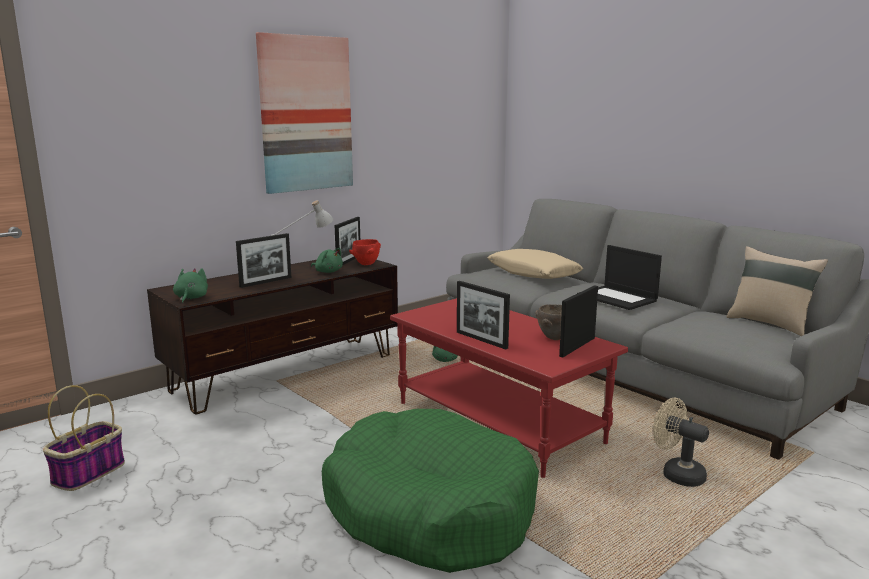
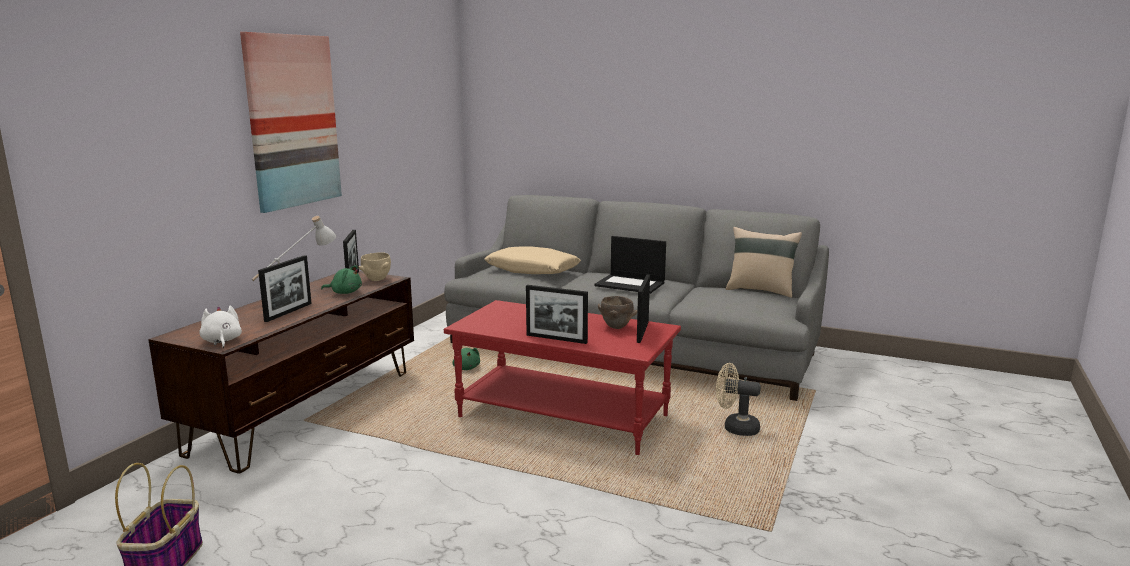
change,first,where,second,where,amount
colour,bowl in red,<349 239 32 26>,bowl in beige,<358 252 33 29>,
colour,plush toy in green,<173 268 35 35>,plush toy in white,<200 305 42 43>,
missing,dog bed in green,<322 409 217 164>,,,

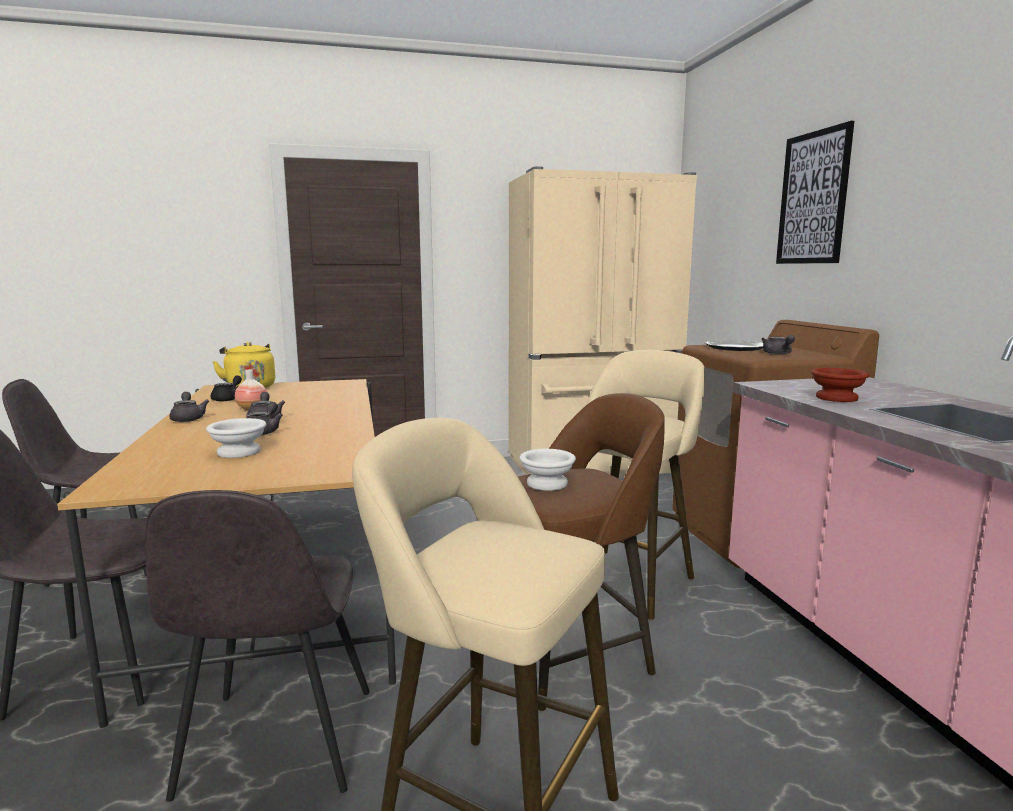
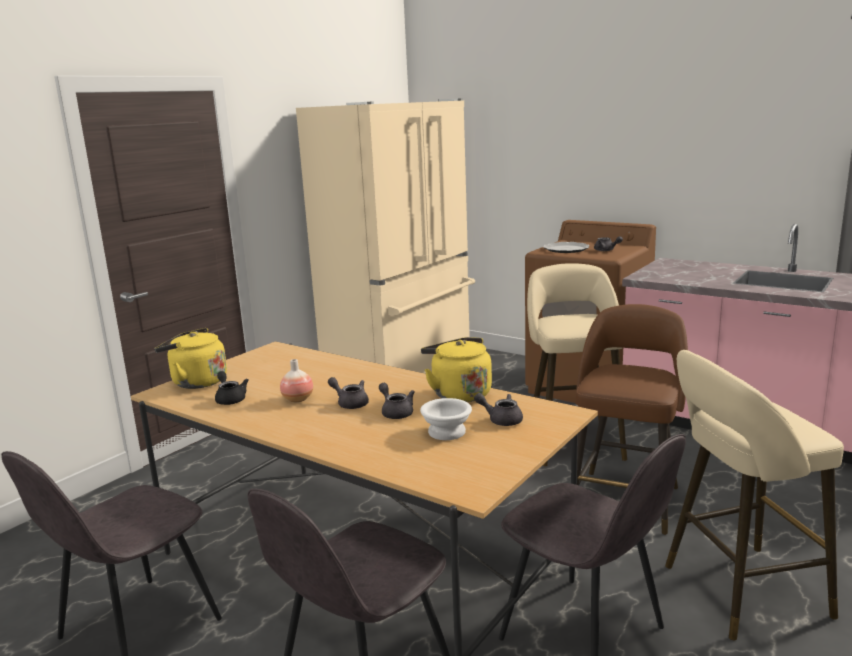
change,first,where,second,where,amount
missing,picture,<776 121 78 143>,,,
missing,bowl in brown,<811 368 58 34>,,,
relocated,teapot in grey,<169 392 40 30>,,<474 393 49 33>,
missing,bowl in white,<520 449 56 42>,,,
appeared,,,kettle in yellow,<421 337 71 65>,

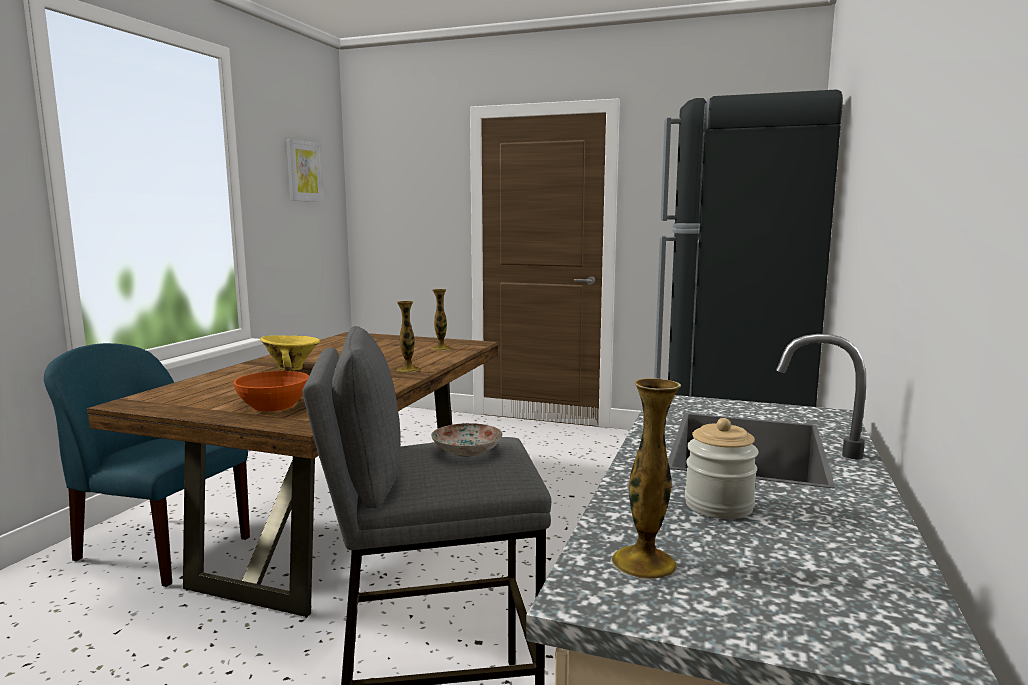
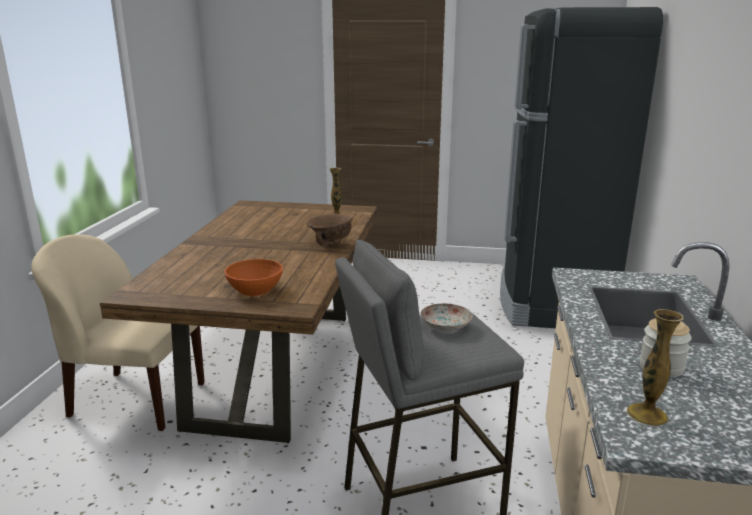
change,first,where,second,where,amount
missing,picture,<286 139 38 63>,,,
exchanged,vase,<396 301 24 71>,bowl in brown,<306 214 47 32>,
missing,bowl in yellow,<260 335 60 36>,,,
colour,chair in blue,<44 343 206 244>,chair in beige,<31 234 174 197>,

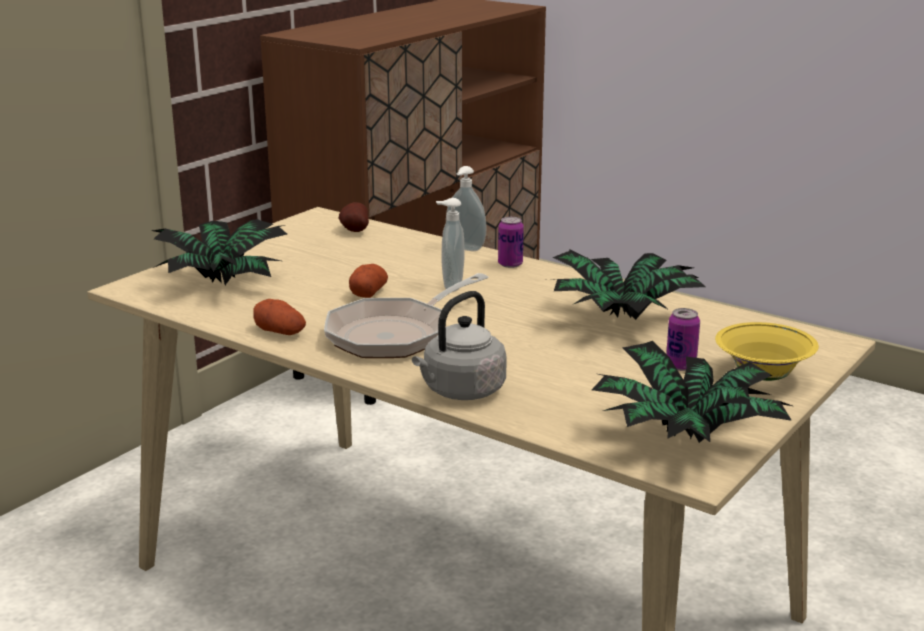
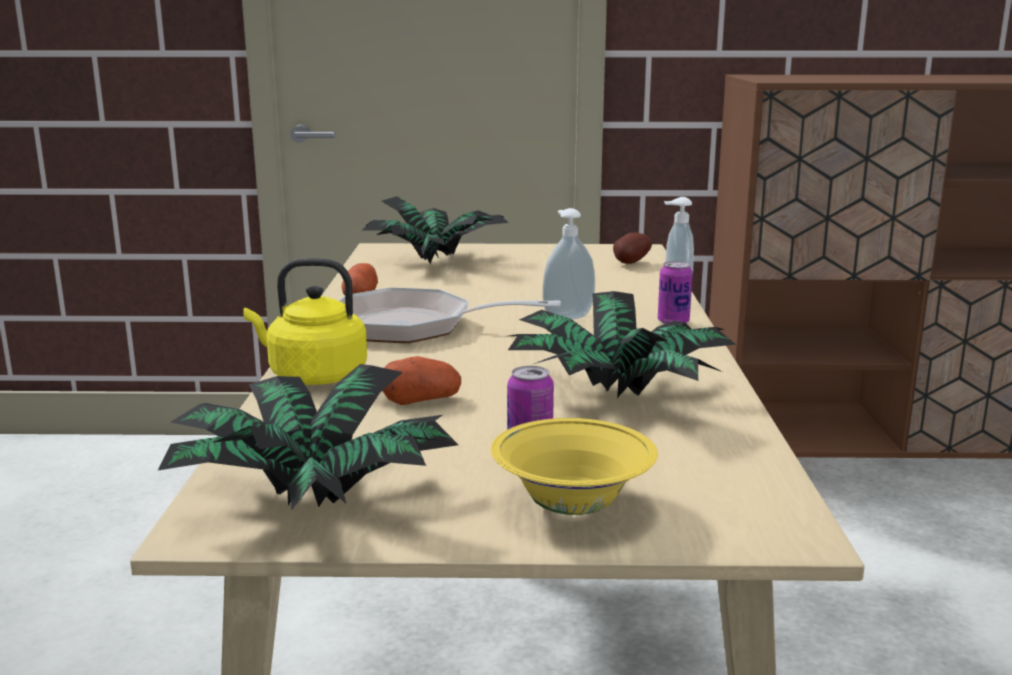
change,first,where,second,where,amount
relocated,potato,<349 264 39 34>,,<382 356 79 49>,
colour,kettle in grey,<412 291 95 109>,kettle in yellow,<243 258 124 127>,

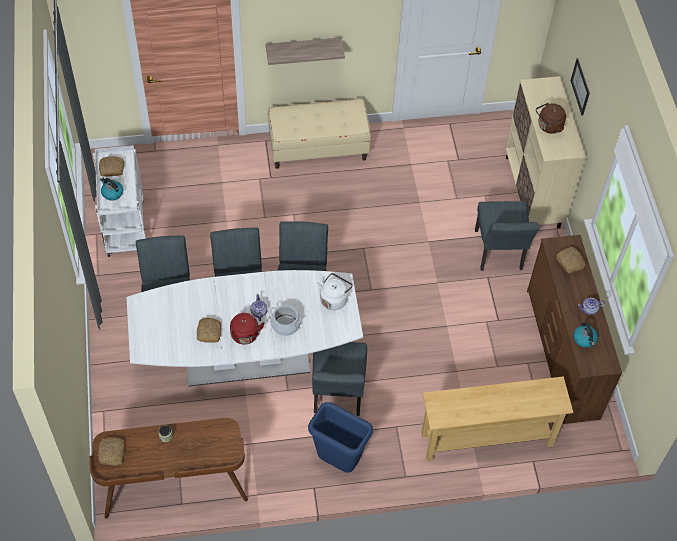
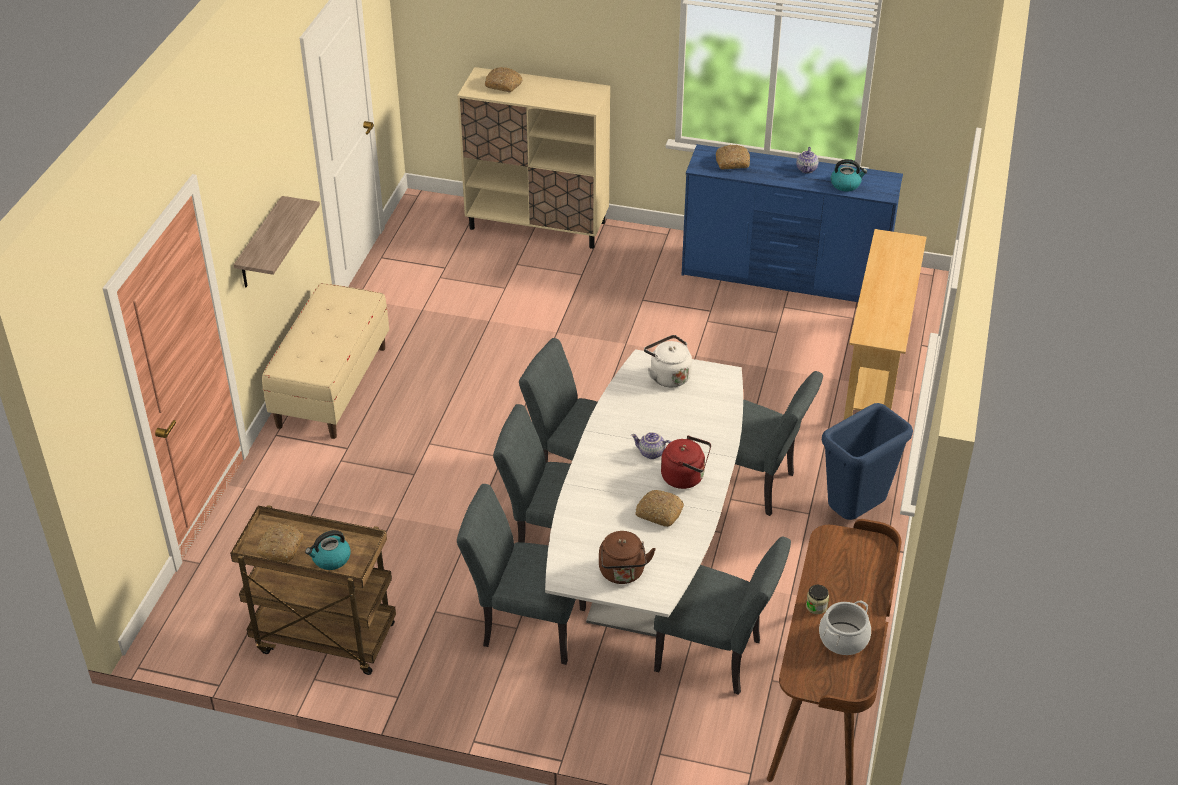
change,first,where,second,where,amount
missing,picture,<571 58 19 57>,,,
relocated,kettle in brown,<536 102 30 32>,,<599 531 57 53>,
colour,cart in white,<93 145 53 112>,cart in brown,<230 505 166 170>,
relocated,chair in grey,<475 201 64 70>,,<654 537 137 158>,
colour,dresser in brown,<527 235 95 189>,dresser in blue,<682 144 221 158>,
relocated,cooking pot,<270 305 31 31>,,<819 600 52 55>,
relocated,bread,<98 437 26 29>,,<485 67 37 25>,

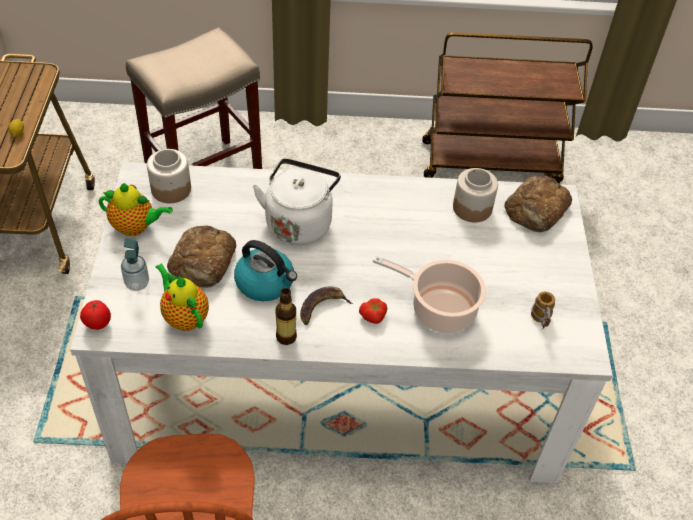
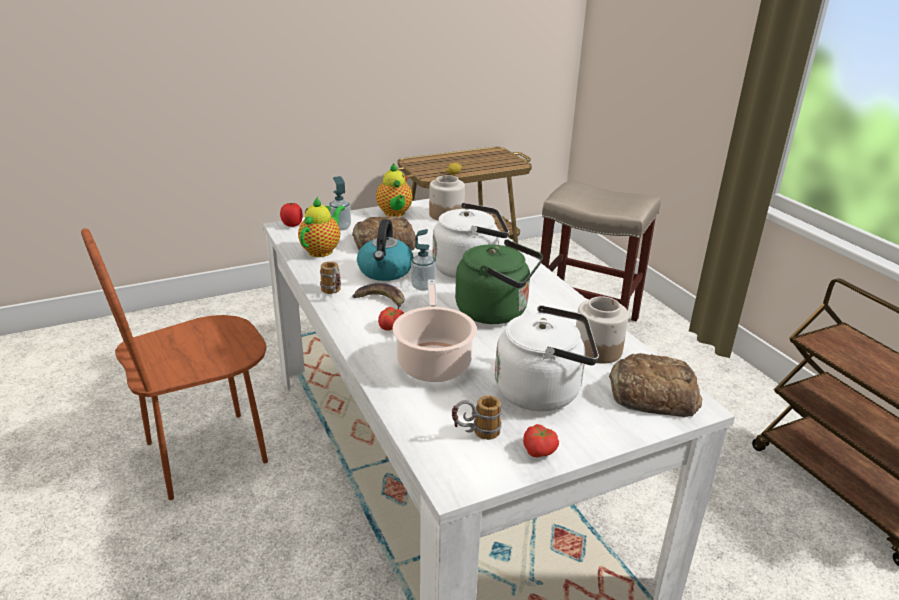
change,first,where,second,where,amount
exchanged,bottle,<275 288 22 57>,mug,<320 261 21 33>,
appeared,,,soap dispenser,<411 229 24 62>,
appeared,,,kettle in green,<455 240 88 84>,
appeared,,,kettle in white,<495 305 104 106>,
appeared,,,tomato,<523 424 36 34>,

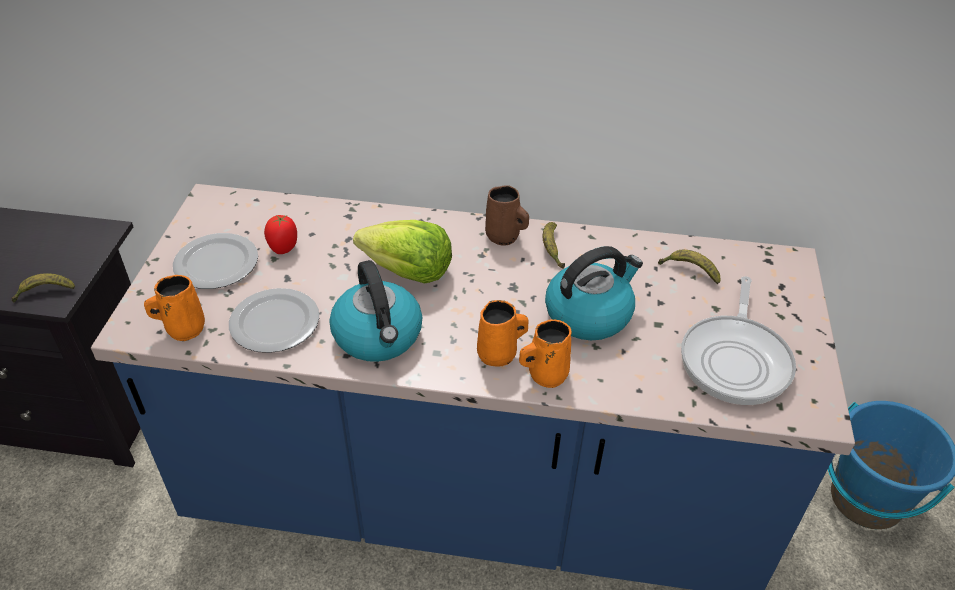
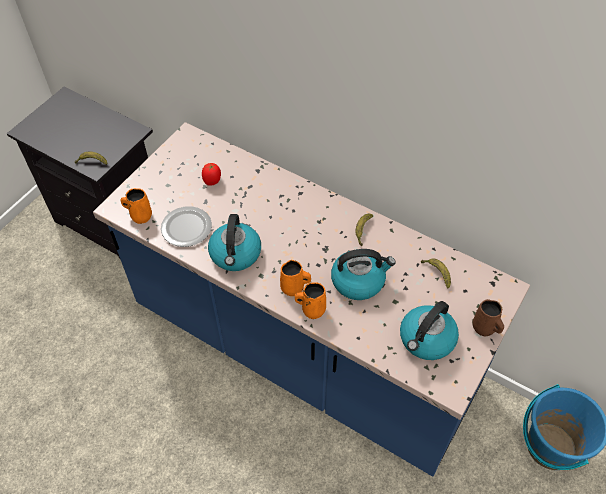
change,first,where,second,where,amount
relocated,mug in brown,<485 185 44 61>,,<472 299 32 37>,
missing,lettuce,<353 220 99 63>,,,
missing,plate,<173 233 85 56>,,,
exchanged,frying pan,<681 276 115 129>,kettle,<400 301 59 59>,

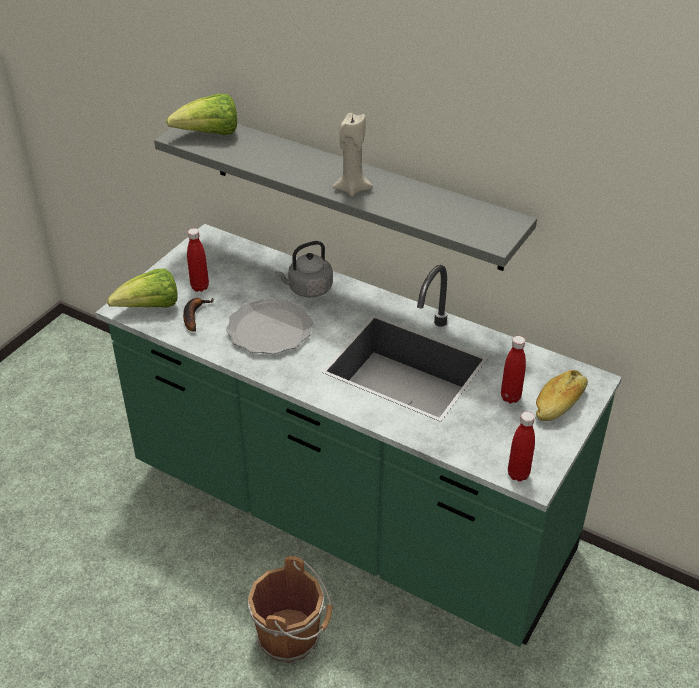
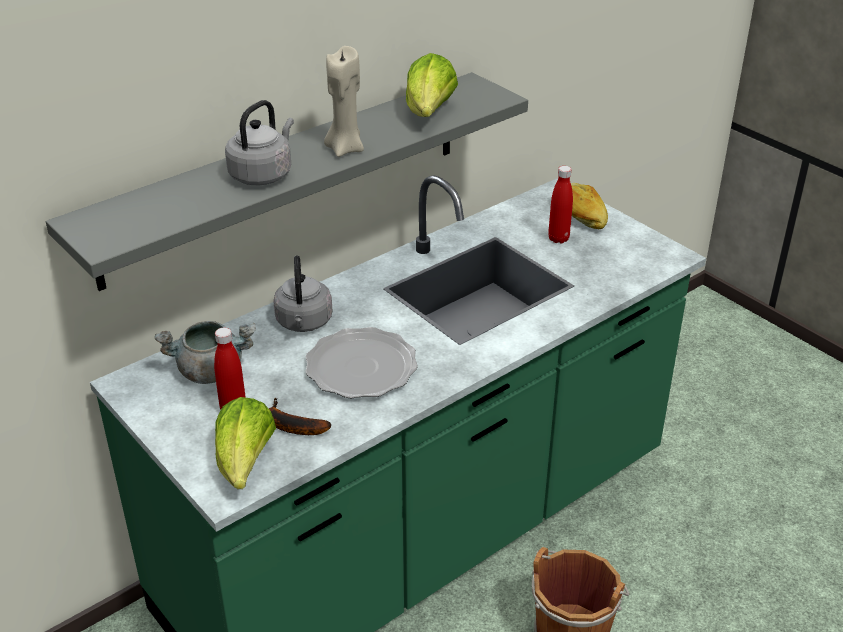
change,first,where,second,where,amount
relocated,lettuce,<166 94 71 41>,,<406 53 52 64>,
missing,bottle in red,<508 412 27 70>,,,
appeared,,,kettle in grey,<225 100 69 85>,
appeared,,,cooking pot in grey,<155 321 101 63>,

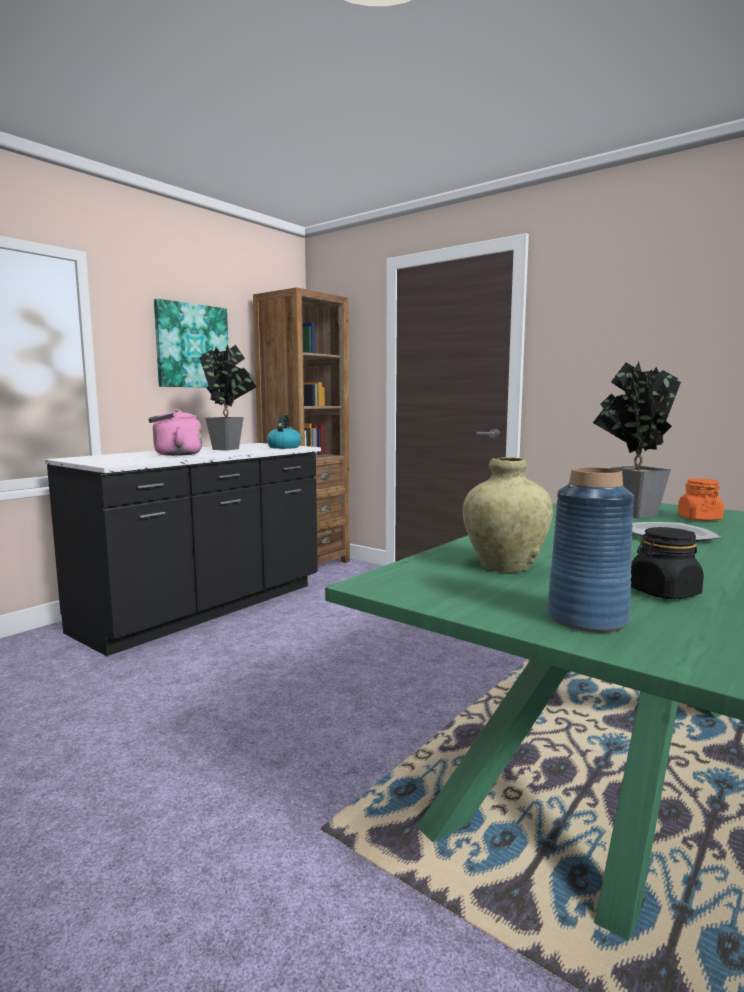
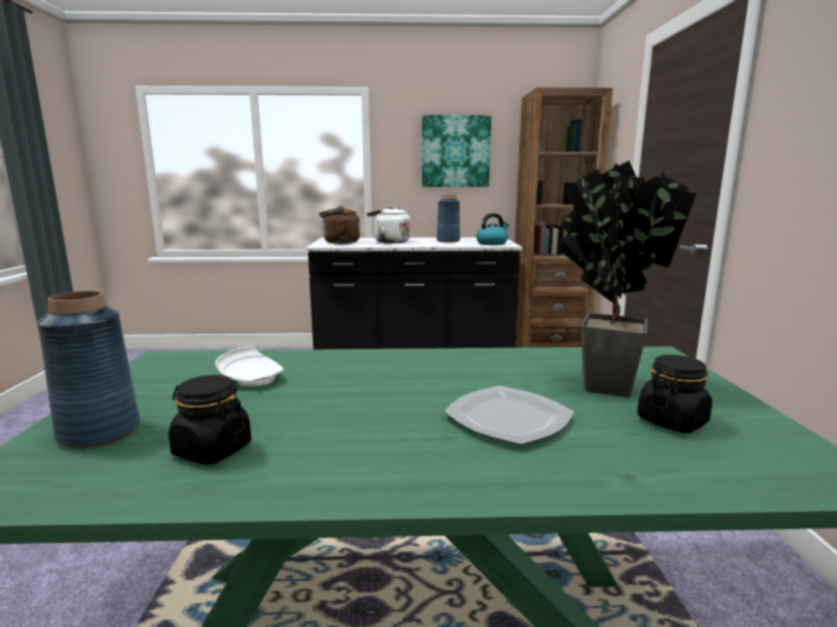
change,first,where,second,where,amount
exchanged,potted plant,<199 344 58 106>,vase in blue,<437 194 23 48>,
colour,kettle in pink,<149 409 53 47>,kettle in white,<367 206 44 37>,
exchanged,vase in beige,<463 457 90 116>,plate in white,<215 346 69 41>,
colour,jar in orange,<678 478 46 43>,jar in black,<637 355 75 78>,
appeared,,,kettle in brown,<319 206 41 38>,

